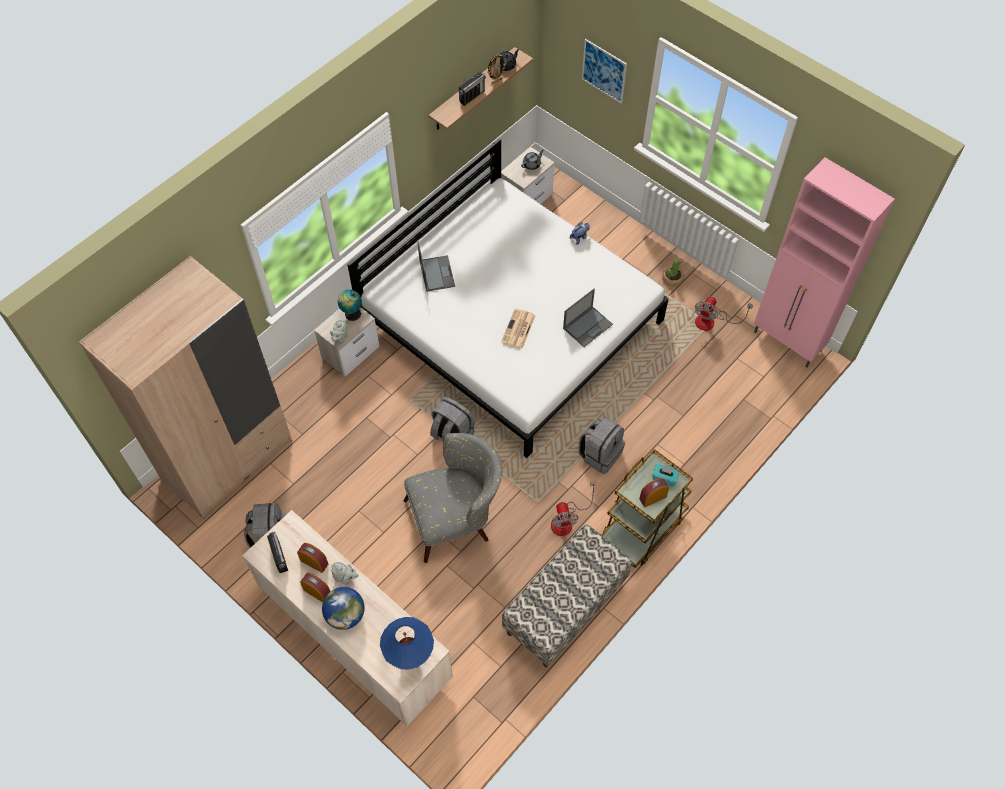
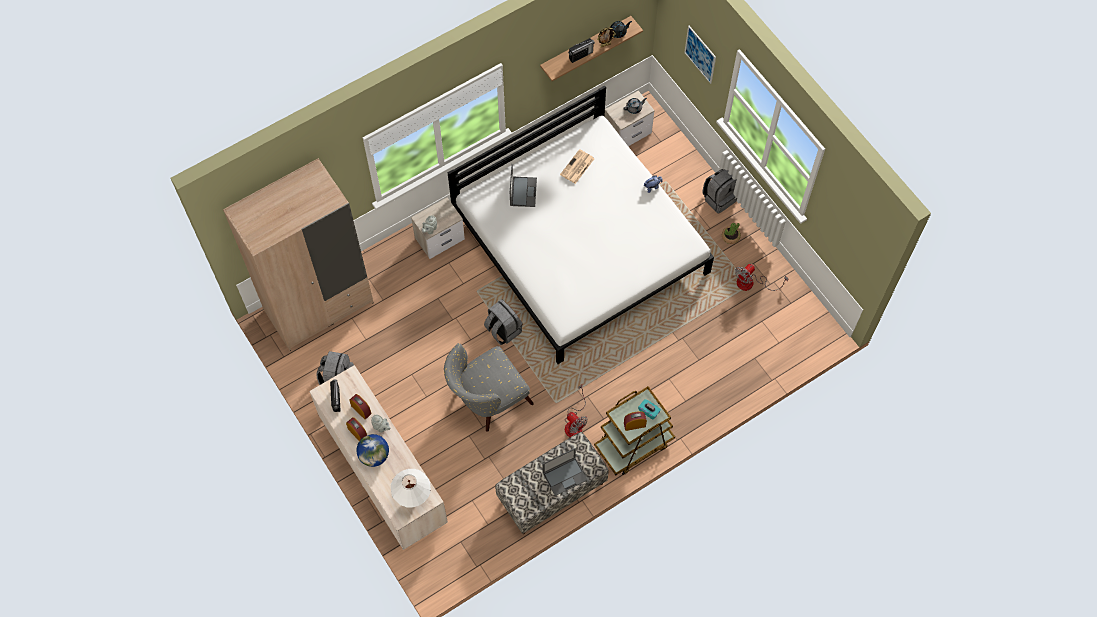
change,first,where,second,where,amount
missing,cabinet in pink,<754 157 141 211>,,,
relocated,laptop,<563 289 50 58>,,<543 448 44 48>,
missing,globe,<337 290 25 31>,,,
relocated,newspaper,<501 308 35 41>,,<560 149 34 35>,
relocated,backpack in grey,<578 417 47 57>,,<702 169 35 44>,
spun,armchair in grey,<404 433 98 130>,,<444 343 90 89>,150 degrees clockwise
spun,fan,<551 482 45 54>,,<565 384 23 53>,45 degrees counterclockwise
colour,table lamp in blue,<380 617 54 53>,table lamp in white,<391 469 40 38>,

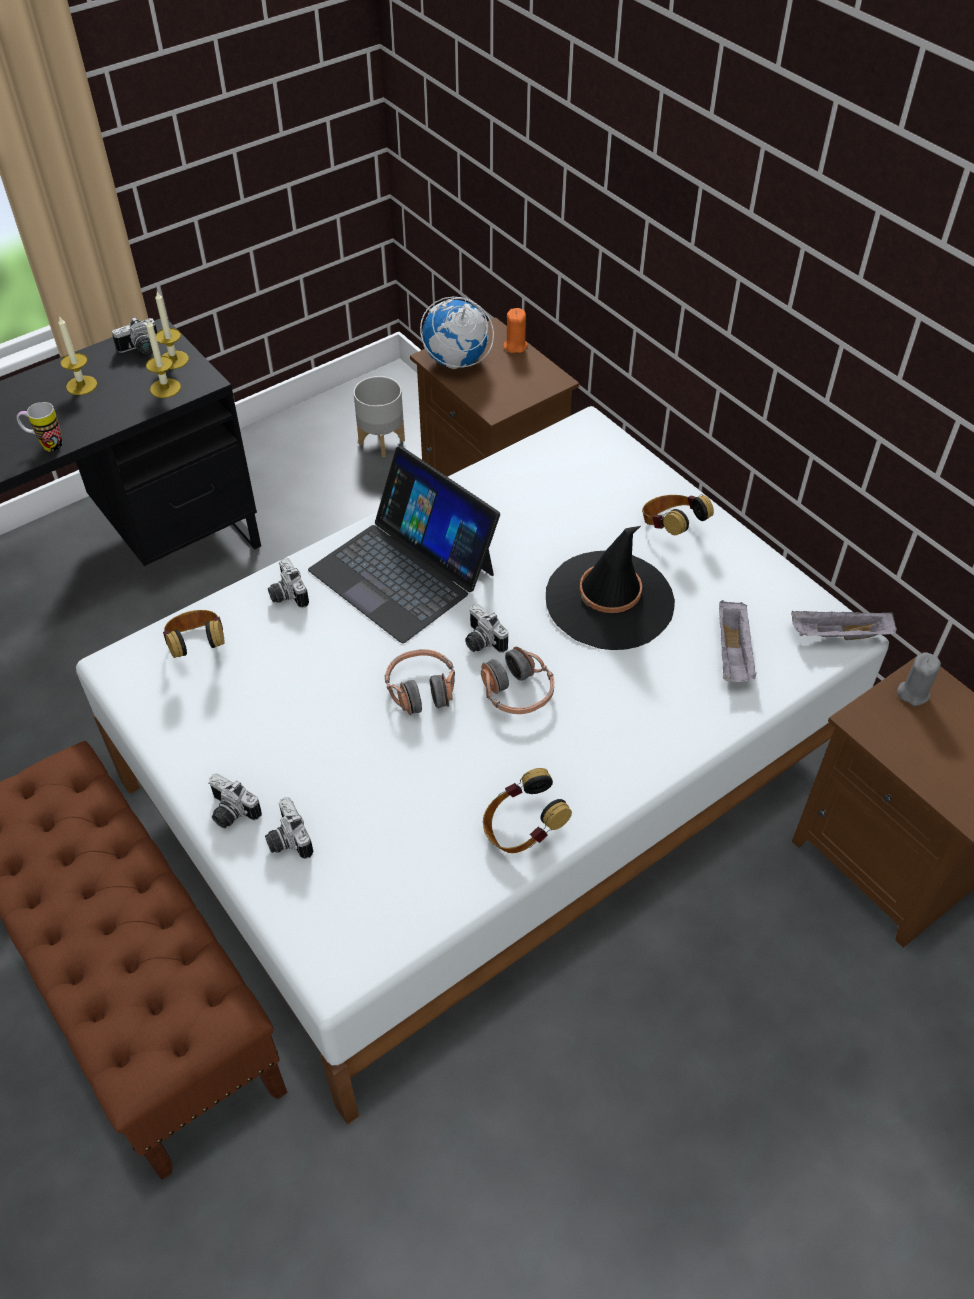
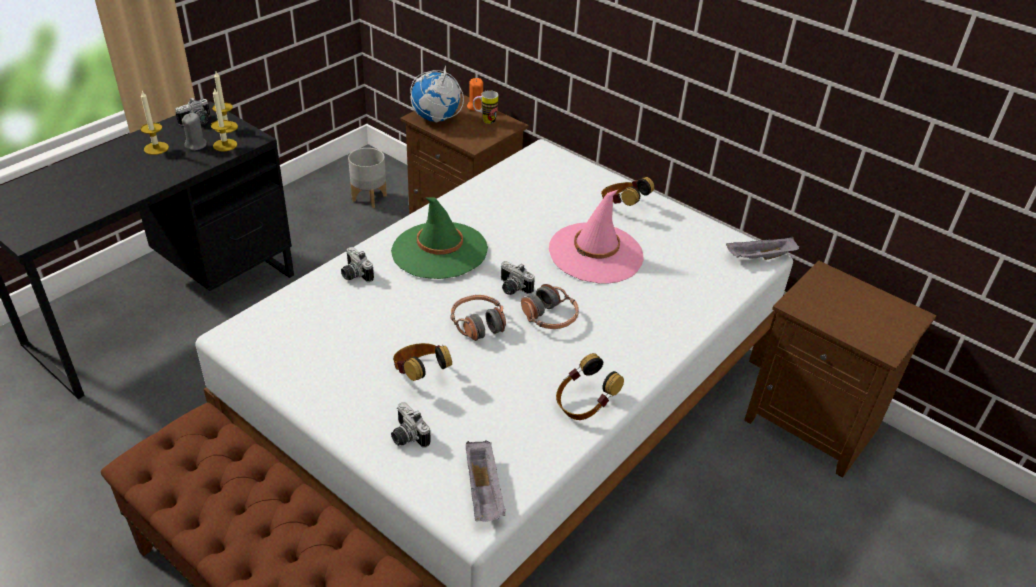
change,first,where,second,where,amount
relocated,mug,<17 402 45 50>,,<473 90 25 34>,
exchanged,laptop,<308 446 192 197>,hat in green,<391 197 97 82>,
colour,hat in black,<546 526 129 124>,hat in pink,<549 189 95 95>,
relocated,tray in grey,<719 600 38 82>,,<466 440 40 82>,
relocated,headphones,<163 610 62 48>,,<393 343 59 38>,
relocated,candle in grey,<897 652 44 54>,,<182 113 25 38>,
missing,photo camera,<208 773 54 55>,,,

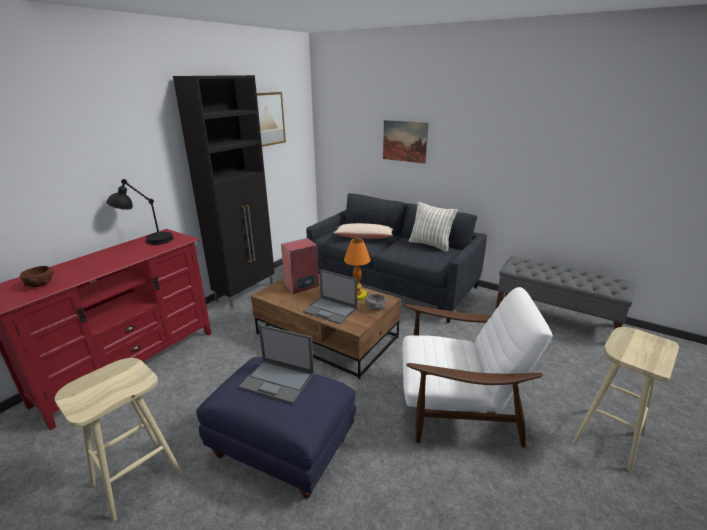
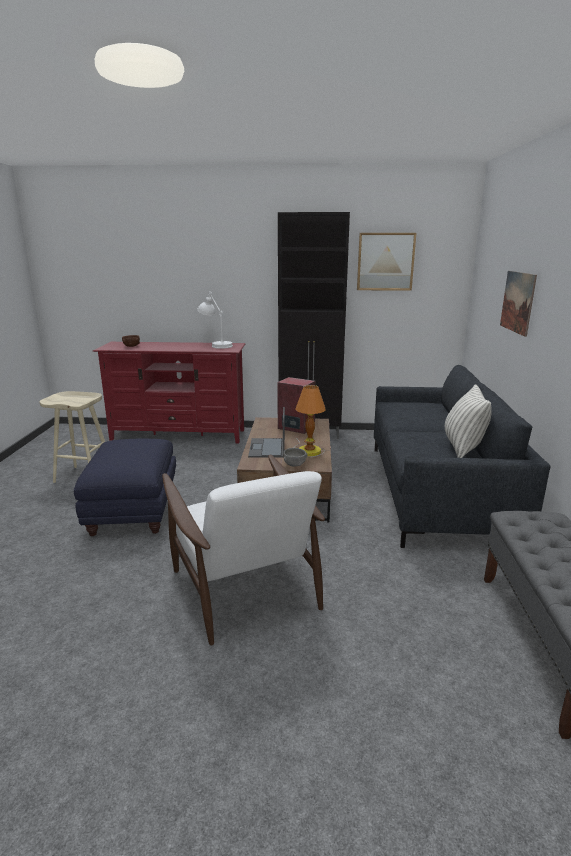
change,first,where,second,where,amount
colour,table lamp in black,<106 179 68 66>,table lamp in white,<197 292 36 57>,
missing,pillow in beige,<334 223 59 16>,,,
missing,laptop,<239 325 75 79>,,,
missing,stool in beige,<573 327 106 145>,,,

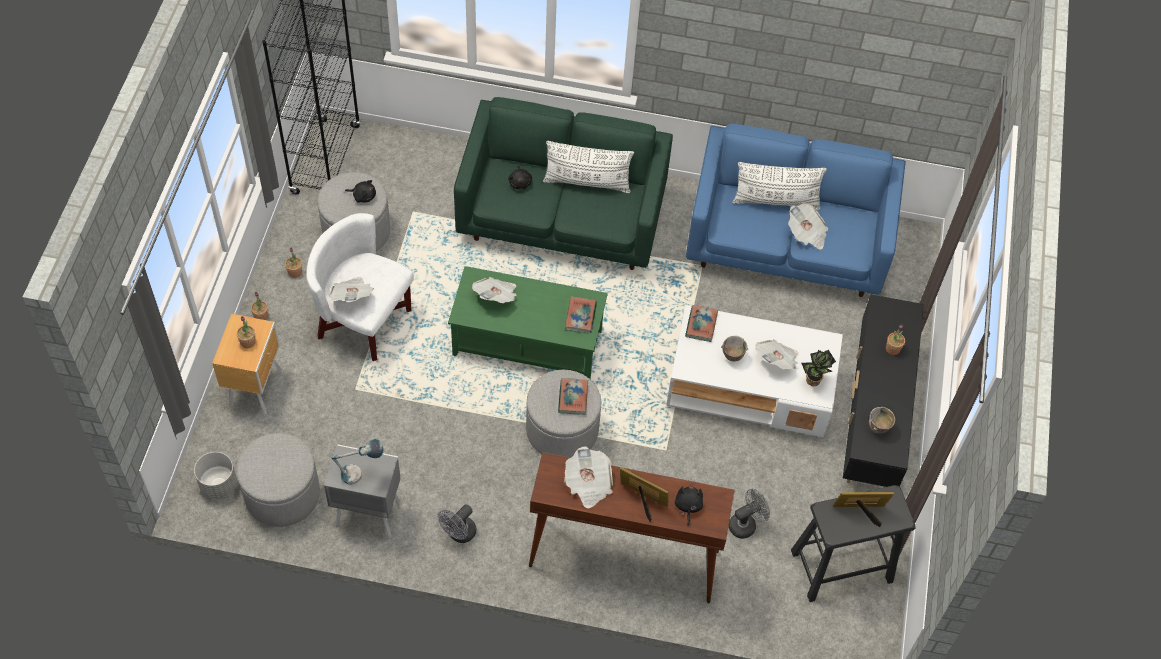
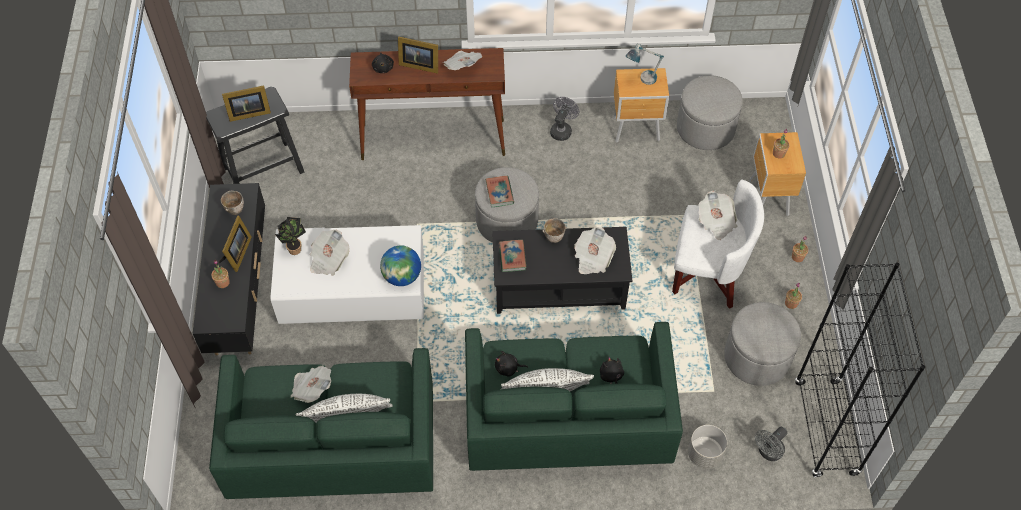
change,first,where,second,where,amount
colour,sofa in blue,<686 124 220 173>,sofa in green,<209 348 224 151>,
relocated,plush toy in black,<345 180 31 23>,,<495 351 33 26>,
colour,coffee table in green,<448 266 160 113>,coffee table in black,<492 227 140 87>,
exchanged,book,<685 305 33 37>,globe,<380 245 41 41>,
relocated,bowl,<721 336 27 26>,,<542 218 25 25>,
colour,nightstand in grey,<324 444 77 92>,nightstand in brown,<613 68 56 75>,
relocated,planter in grey,<194 452 43 47>,,<688 425 39 44>,
relocated,fan in grey,<729 489 41 50>,,<755 427 32 34>,
appeared,,,picture frame,<219 215 33 57>,

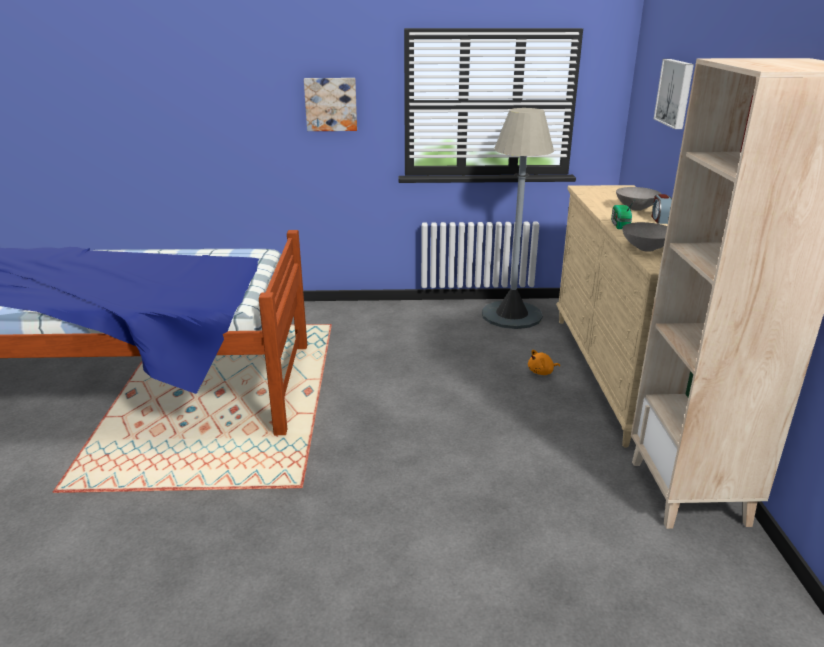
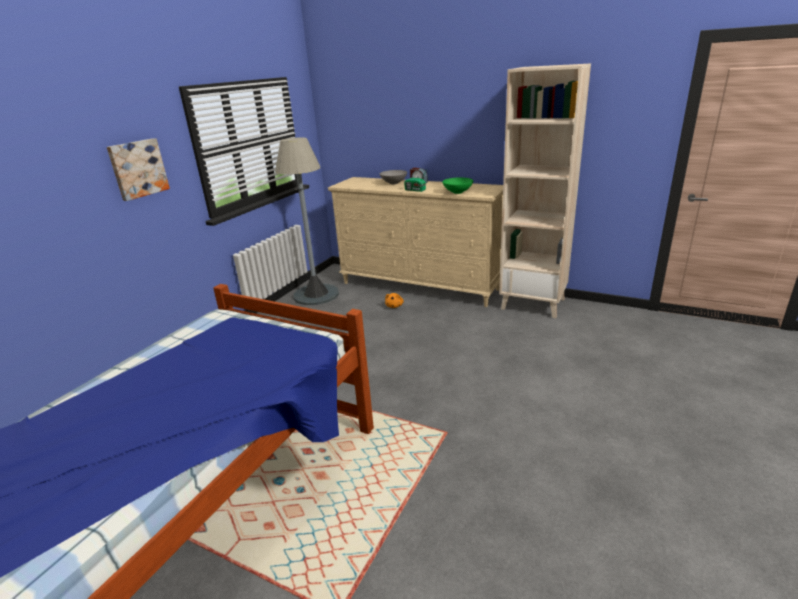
change,first,where,second,where,amount
missing,picture,<654 59 40 70>,,,
colour,bowl in grey,<622 222 45 30>,bowl in green,<442 177 32 17>,

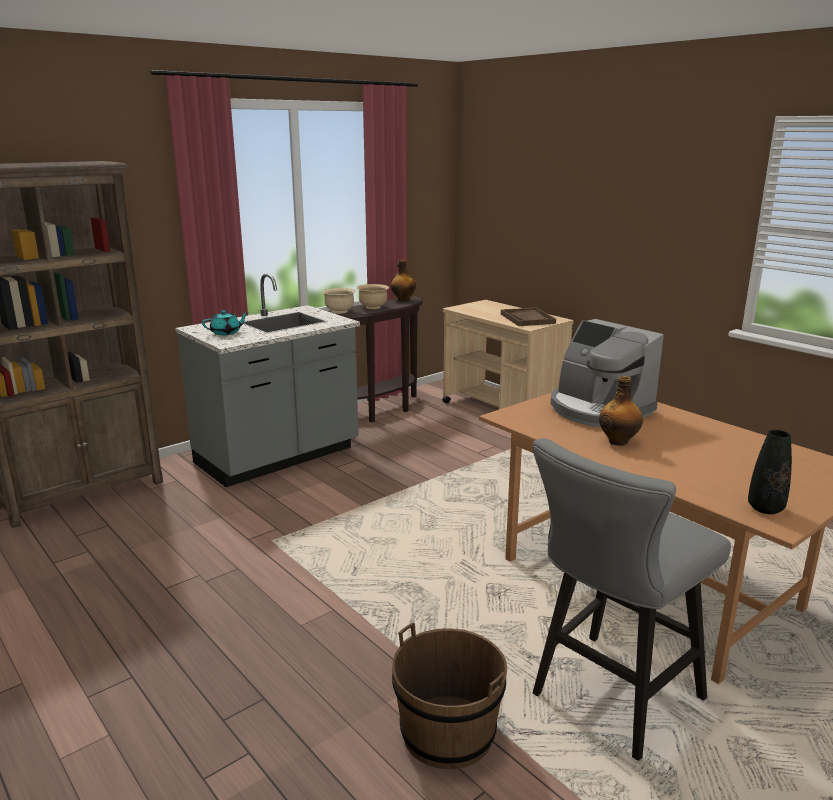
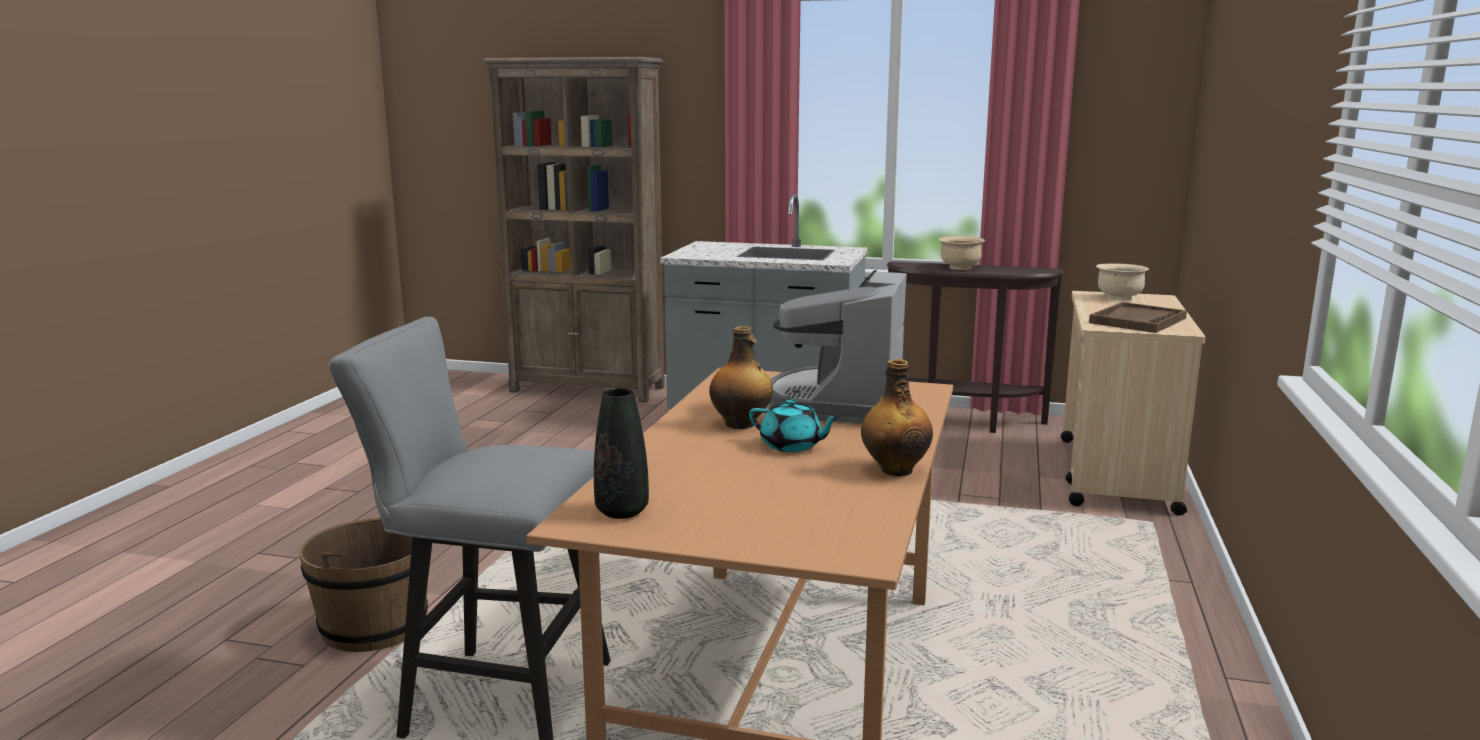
change,first,where,second,where,amount
relocated,bottle,<391 260 25 41>,,<861 359 72 117>,
relocated,bowl in beige,<322 288 34 26>,,<1096 263 53 38>,
relocated,teapot in turquoise,<202 310 46 25>,,<749 399 92 53>,

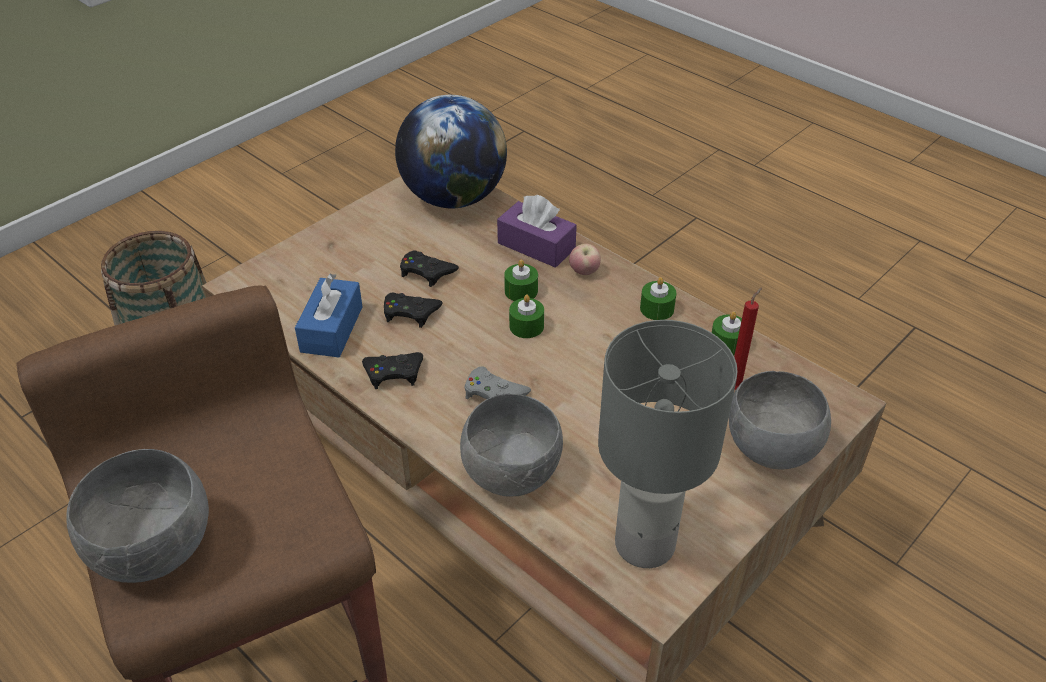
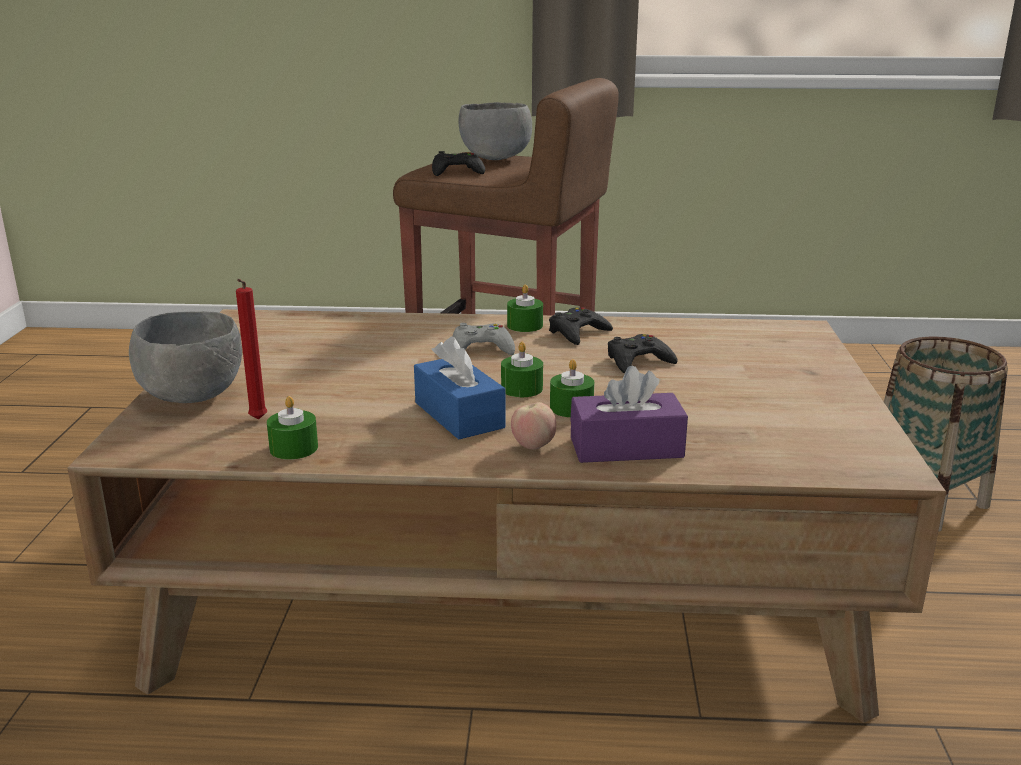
change,first,where,second,where,amount
missing,globe,<395 95 112 113>,,,
relocated,game controller in black,<400 251 59 36>,,<432 151 53 25>,
relocated,tissue box in blue,<295 274 68 83>,,<414 337 92 102>,
relocated,candle in green,<640 277 36 43>,,<507 285 36 47>,
missing,table lamp in grey,<598 320 140 248>,,,
missing,bowl in grey,<460 393 103 103>,,,

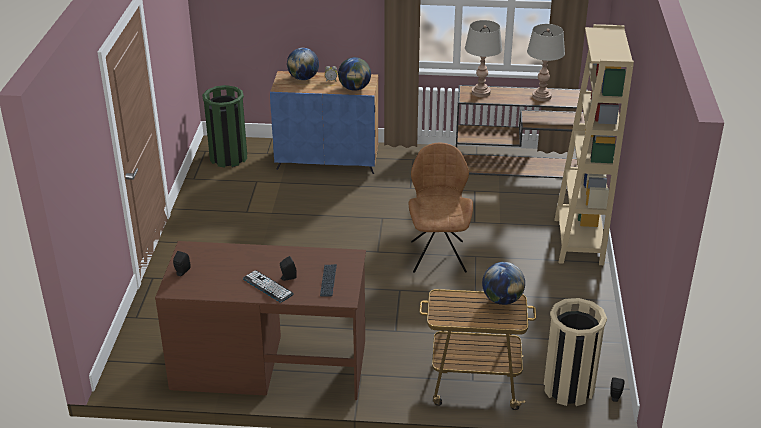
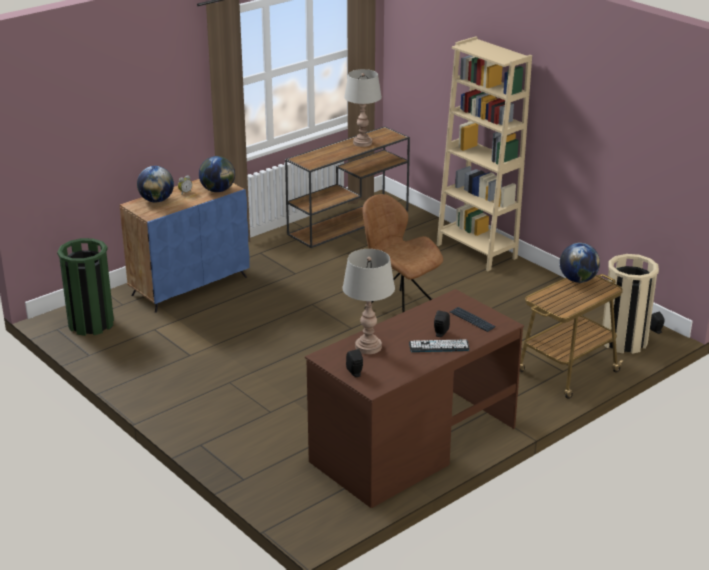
change,first,where,second,where,amount
relocated,table lamp in grey,<465 20 37 77>,,<342 249 53 105>,

